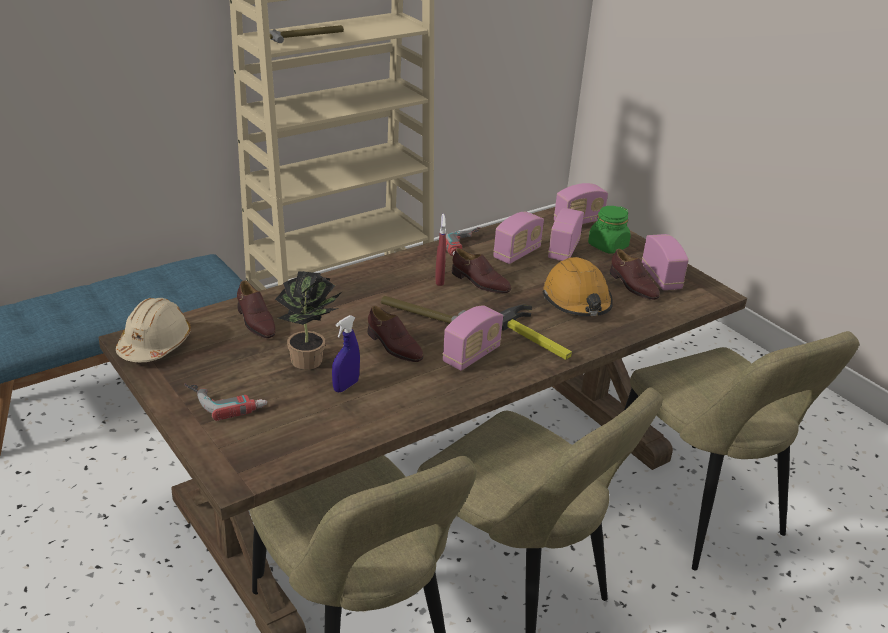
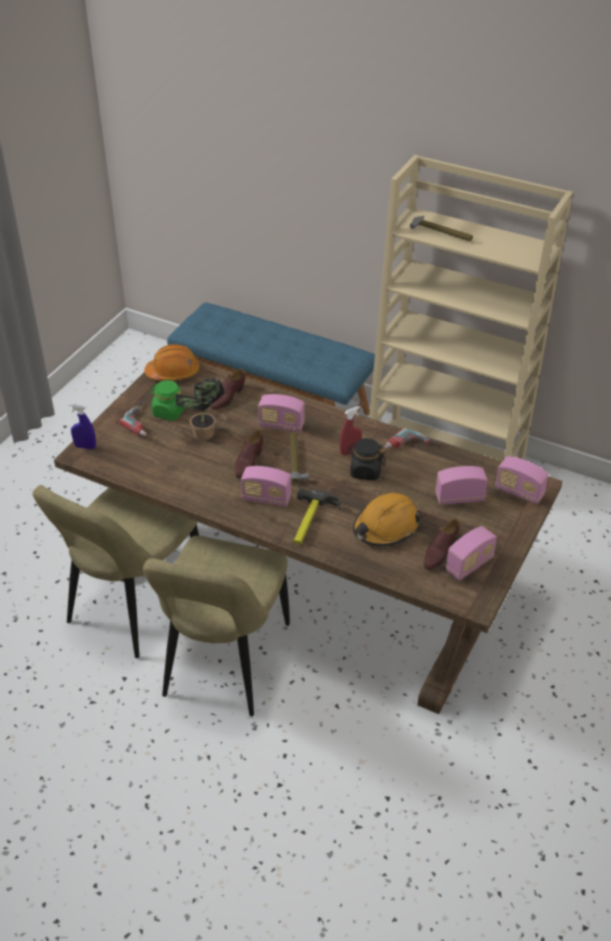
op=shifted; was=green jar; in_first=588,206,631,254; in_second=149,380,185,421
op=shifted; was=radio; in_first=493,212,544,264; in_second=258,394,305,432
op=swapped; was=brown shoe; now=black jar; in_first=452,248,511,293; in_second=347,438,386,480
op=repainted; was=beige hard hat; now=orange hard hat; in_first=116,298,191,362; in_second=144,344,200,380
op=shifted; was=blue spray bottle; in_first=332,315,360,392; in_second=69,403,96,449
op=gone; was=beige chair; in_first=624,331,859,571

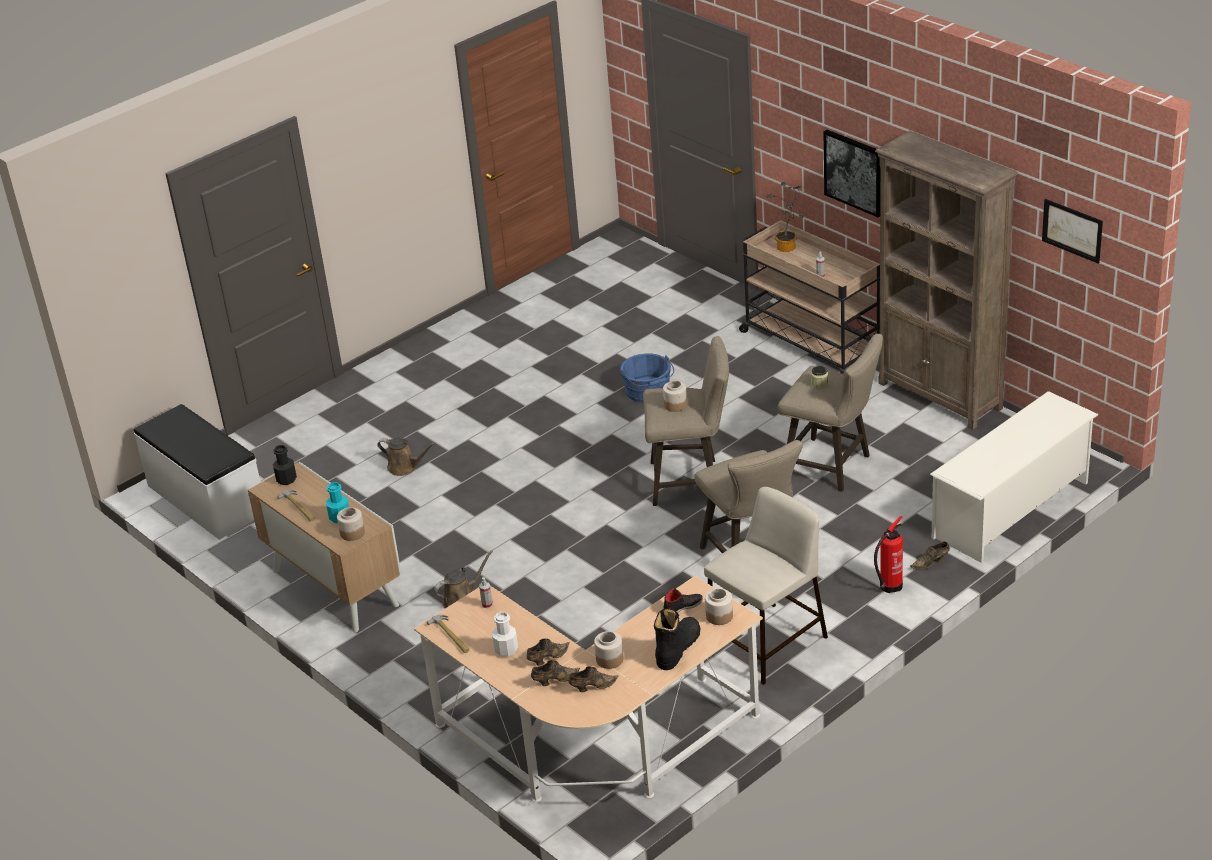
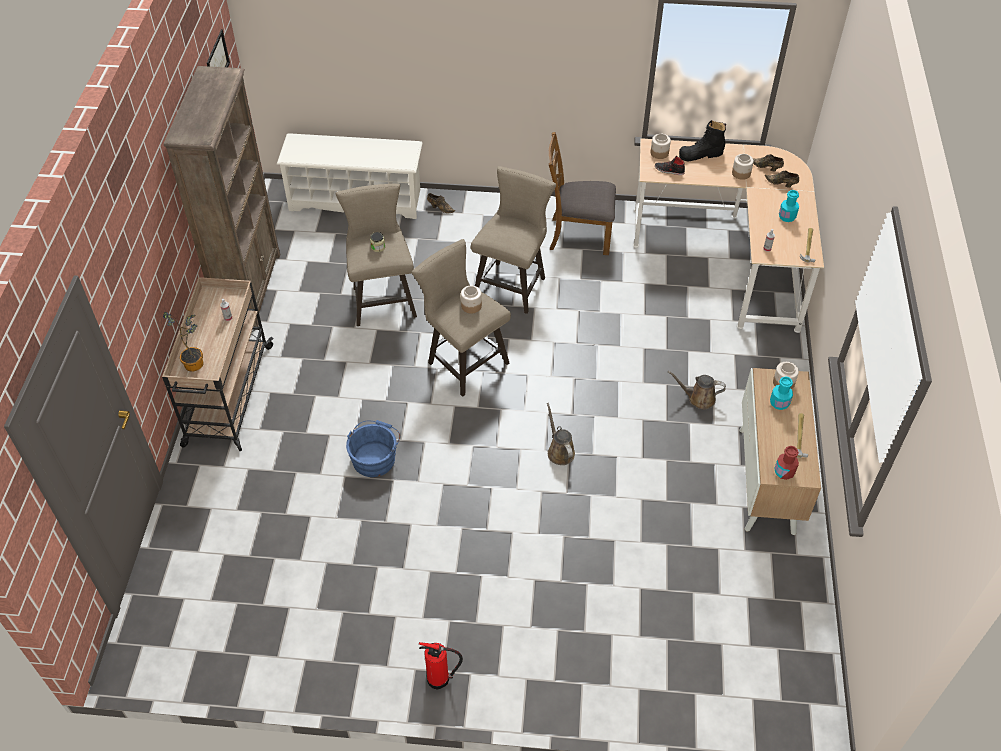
op=gone; was=picture; in_first=823,130,880,218
op=gone; was=white bench; in_first=134,404,261,540
op=shifted; was=brown watering can; in_first=377,437,436,476; in_second=547,403,575,465
op=repainted; was=black bottle; now=red bottle; in_first=273,445,297,485; in_second=774,446,799,480
op=swapped; was=beige stool; now=brown chair; in_first=704,487,828,685; in_second=549,132,616,255
op=shifted; was=fire extinguisher; in_first=874,516,903,593; in_second=419,642,463,689
op=repainted; was=white bottle; now=turquoise bottle; in_first=492,612,518,657; in_second=779,190,799,222
op=gone; was=brown shoe; in_first=527,638,570,666

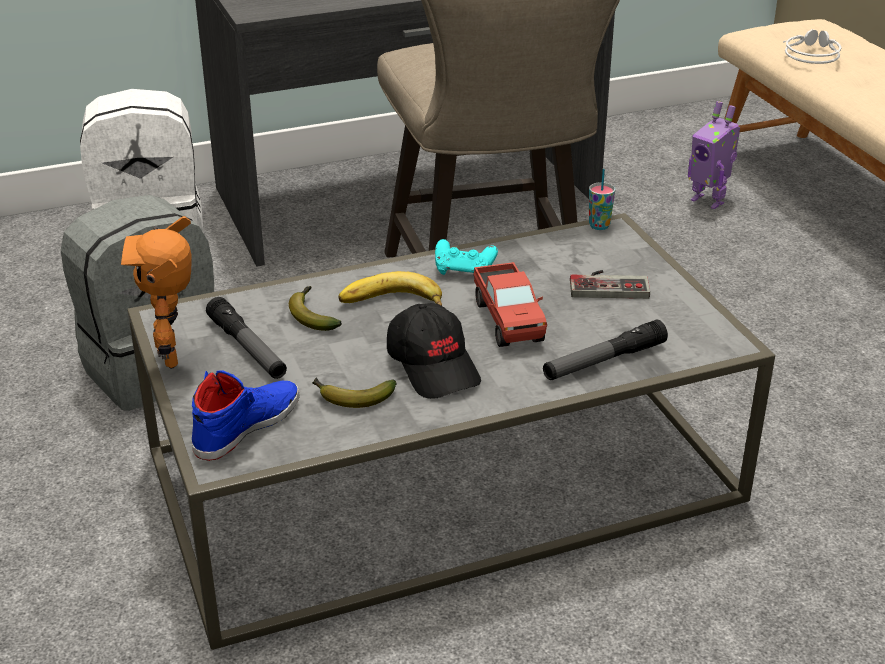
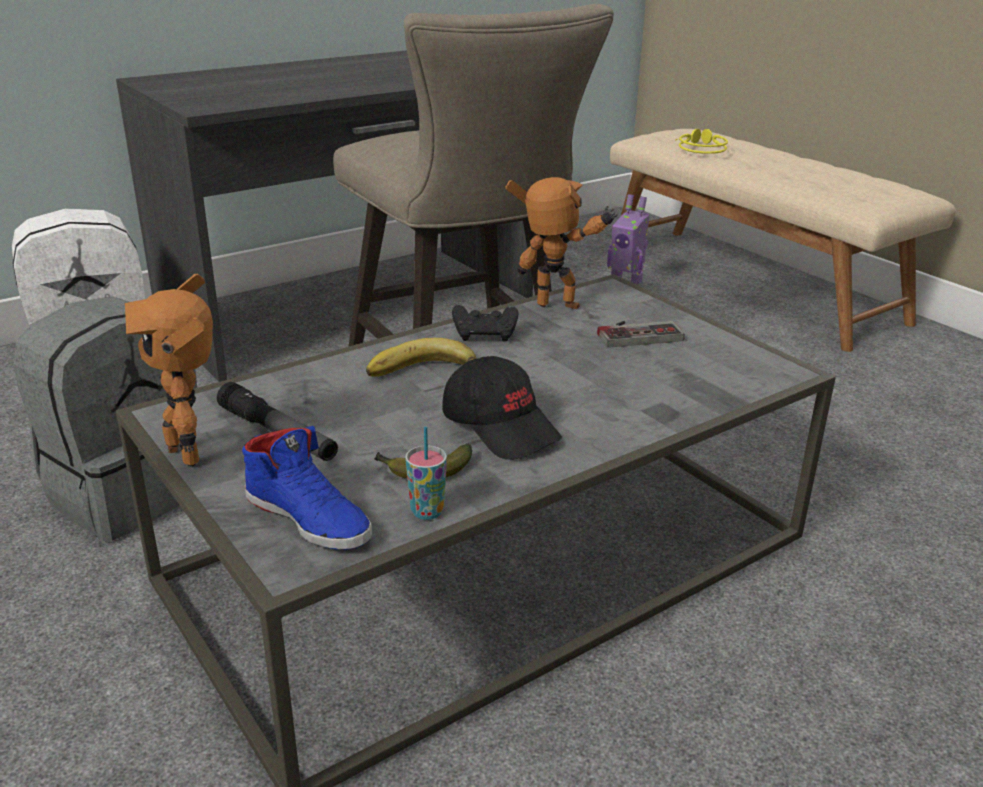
op=repainted; was=grey headphones; now=yellow headphones; in_first=783,29,842,64; in_second=675,129,728,154
op=shifted; was=cup; in_first=589,169,615,230; in_second=405,427,447,520
op=repainted; was=turquoise game controller; now=black game controller; in_first=435,239,498,275; in_second=452,305,518,342
op=gone; was=toy truck; in_first=473,262,547,347
op=gone; was=banana; in_first=289,286,342,331
op=gone; was=flashlight; in_first=543,320,668,380
op=rotated; was=blue shoe; in_first=192,370,300,461; in_second=242,426,372,550; clockwise=105
op=new; now=toy robot; in_second=505,177,618,309

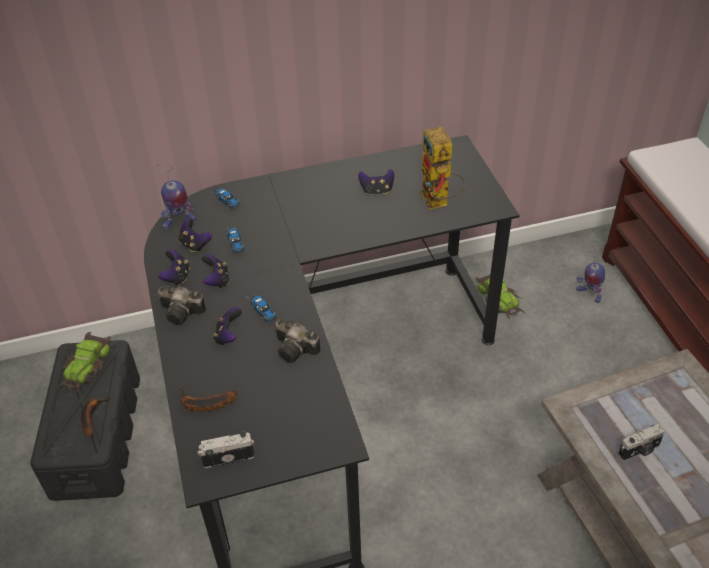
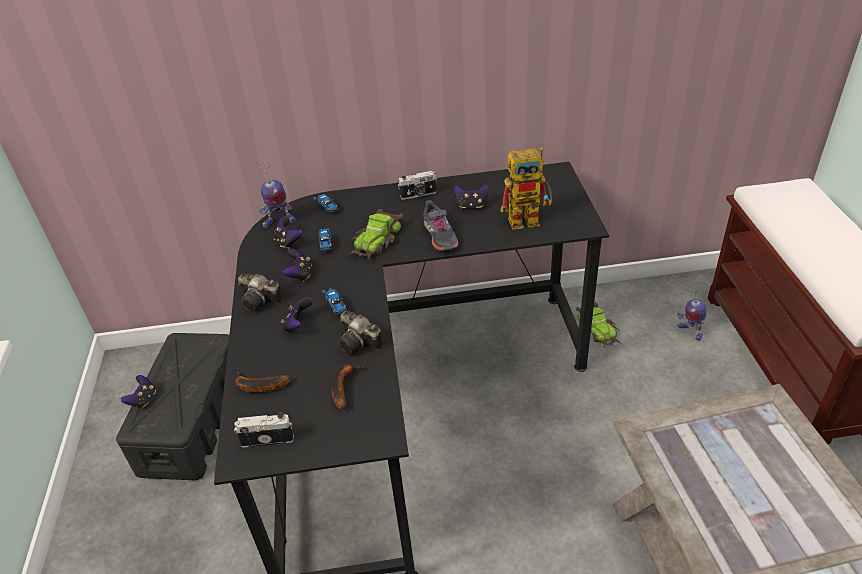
op=rotated; was=toy robot; in_first=419,127,465,210; in_second=500,147,552,230; clockwise=-90
op=shifted; was=game controller; in_first=158,250,190,286; in_second=121,375,156,409
op=shifted; was=toy car; in_first=57,332,111,393; in_second=348,209,403,261
op=shifted; was=banana; in_first=81,397,109,437; in_second=331,364,366,409
op=shifted; was=photo camera; in_first=618,424,665,461; in_second=398,171,437,200
op=new; now=grey shoe; in_second=423,200,458,251

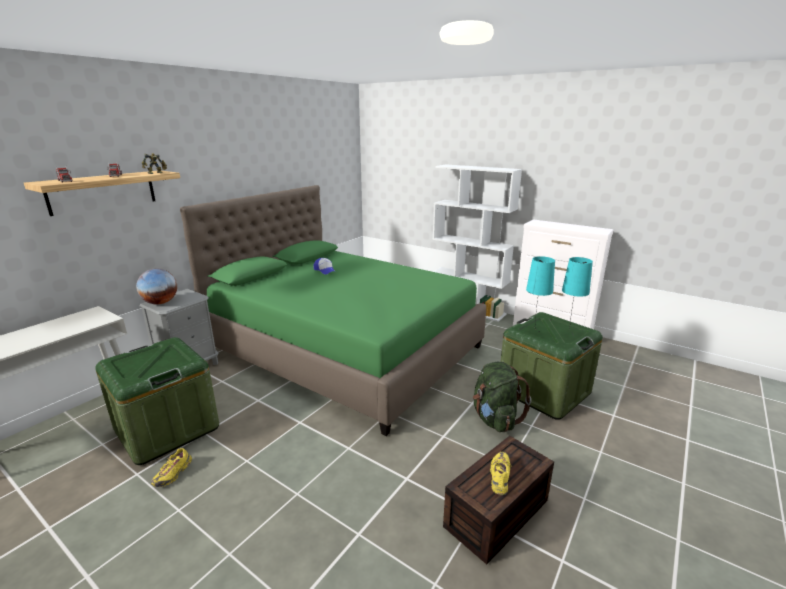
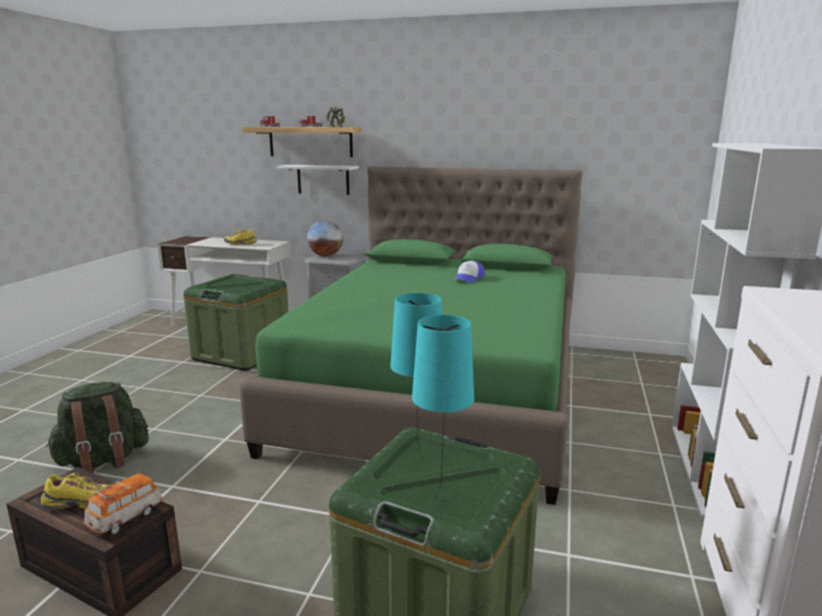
op=shifted; was=green backpack; in_first=473,362,531,432; in_second=46,382,149,473
op=shifted; was=yellow shoe; in_first=151,448,192,487; in_second=224,229,257,245
op=new; now=white shelf; in_second=276,165,359,195
op=new; now=toy car; in_second=84,473,162,536

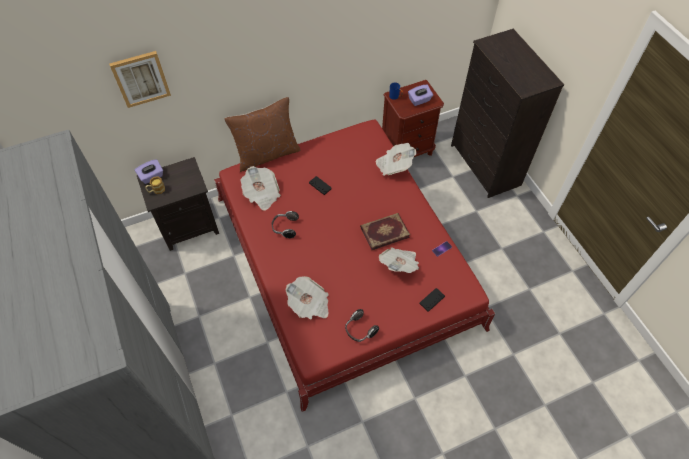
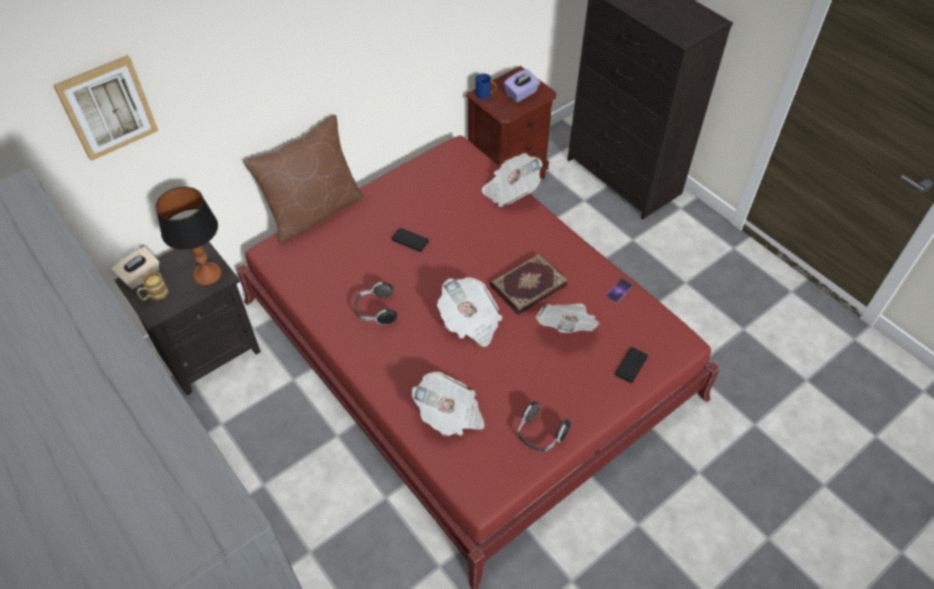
op=repainted; was=purple tissue box; now=beige tissue box; in_first=135,159,163,184; in_second=111,247,159,289
op=shifted; was=newspaper; in_first=240,166,281,211; in_second=437,277,503,347
op=new; now=table lamp; in_second=156,187,222,285

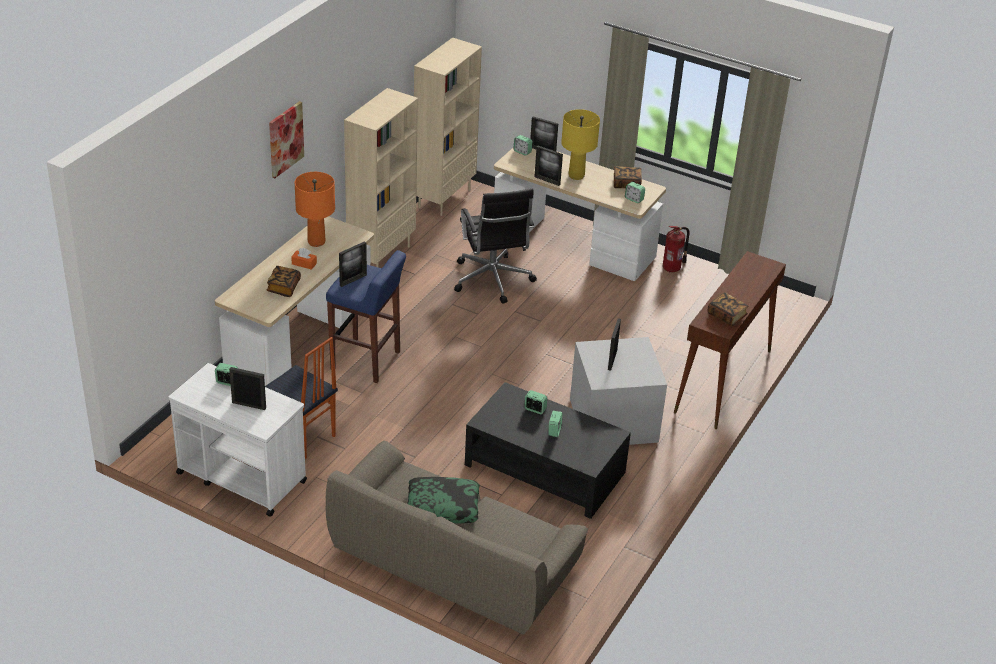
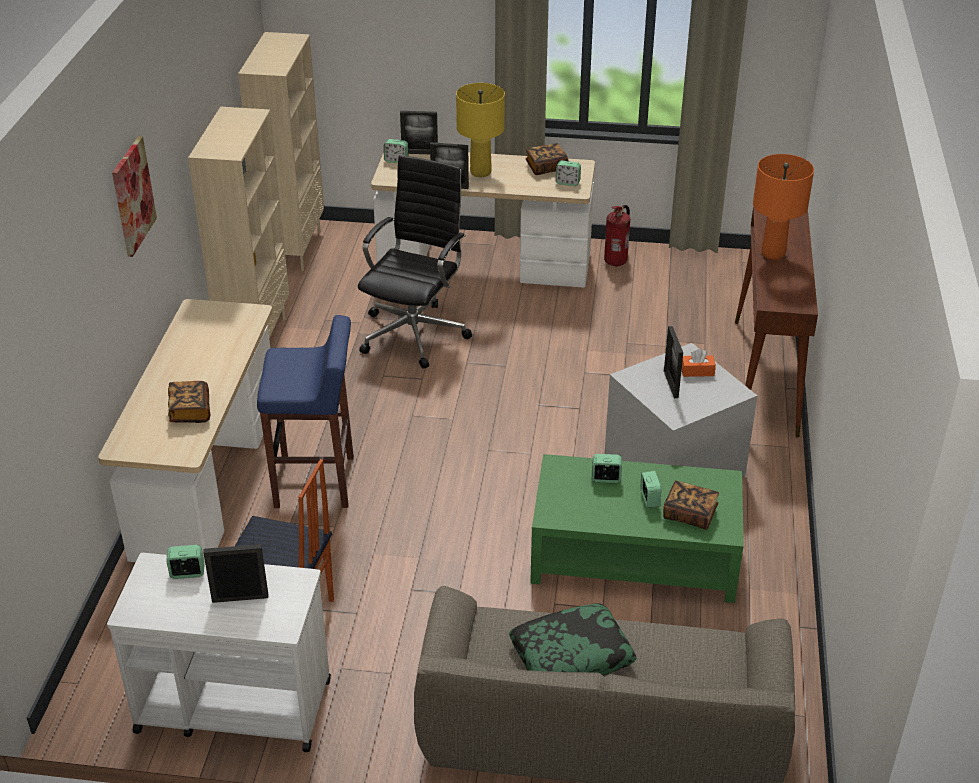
op=shifted; was=orange table lamp; in_first=295,172,335,247; in_second=753,154,814,260
op=rotated; was=black office chair; in_first=454,188,537,303; in_second=358,155,472,368; clockwise=-120
op=gone; was=picture frame; in_first=339,241,367,287
op=shifted; was=orange tissue box; in_first=291,248,317,270; in_second=682,349,716,377
op=shifted; was=book; in_first=708,292,748,326; in_second=663,480,719,530
op=repainted; was=black coffee table; now=green coffee table; in_first=465,382,631,519; in_second=530,454,744,603

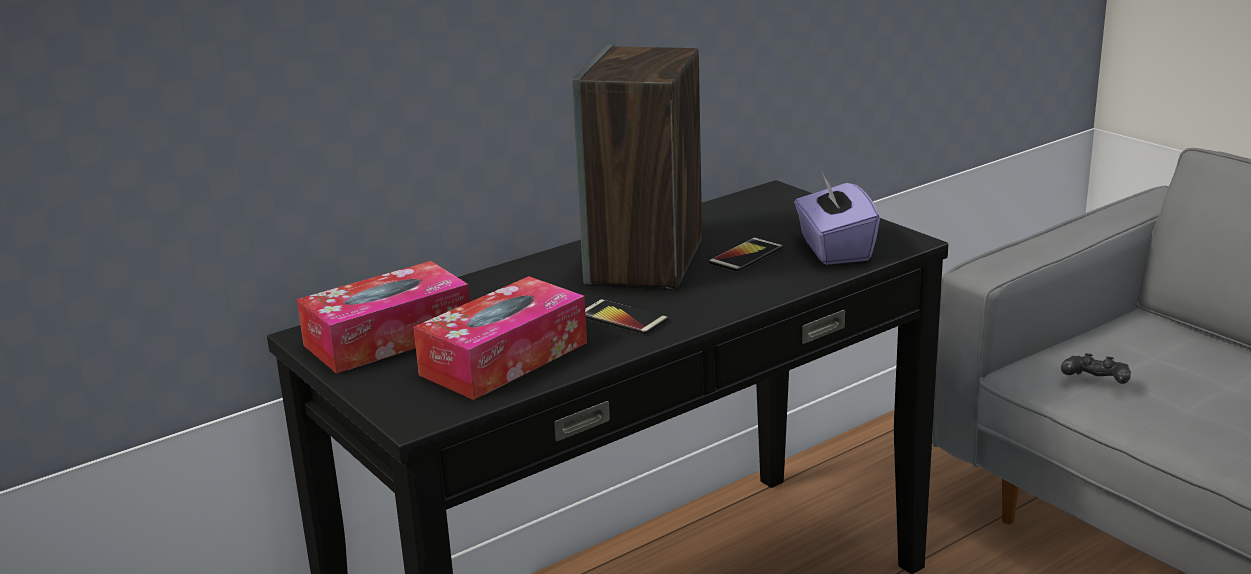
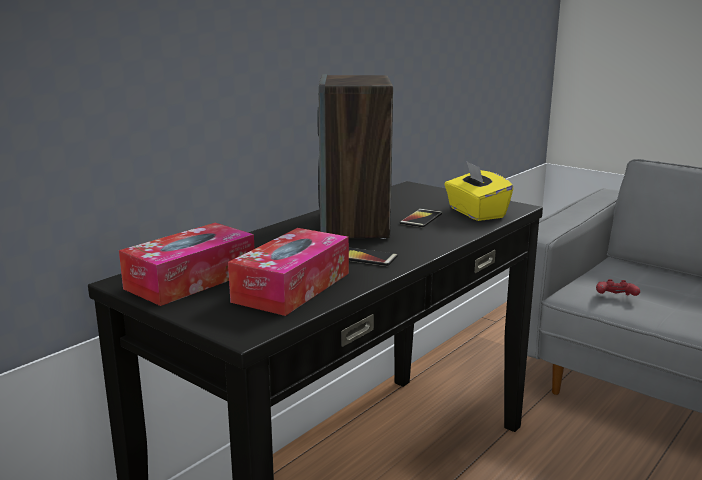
op=repainted; was=purple tissue box; now=yellow tissue box; in_first=795,173,880,265; in_second=444,161,514,221
op=repainted; was=black game controller; now=red game controller; in_first=1061,353,1131,384; in_second=596,279,640,296

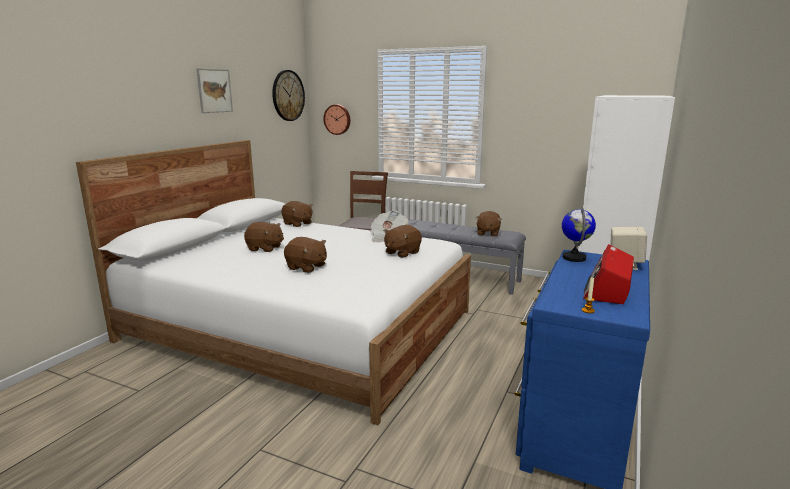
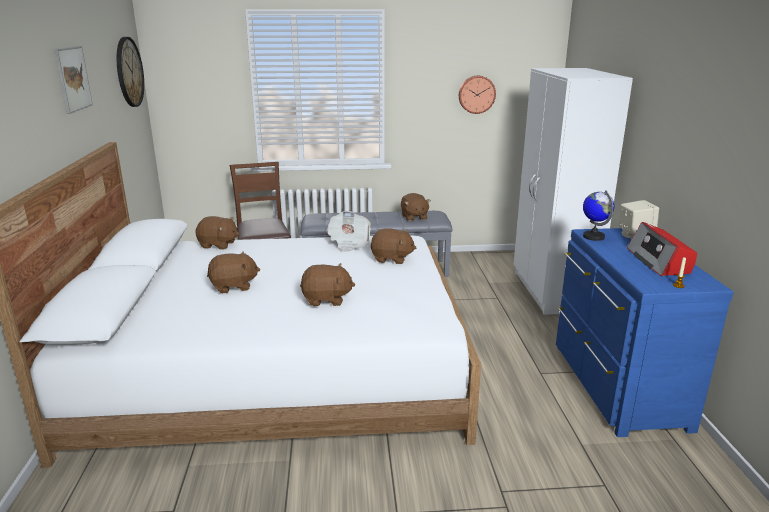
op=shifted; was=wall clock; in_first=323,105,350,135; in_second=459,76,496,114
op=rotated; was=brown plush toy; in_first=384,225,422,258; in_second=371,228,417,264; clockwise=-90

